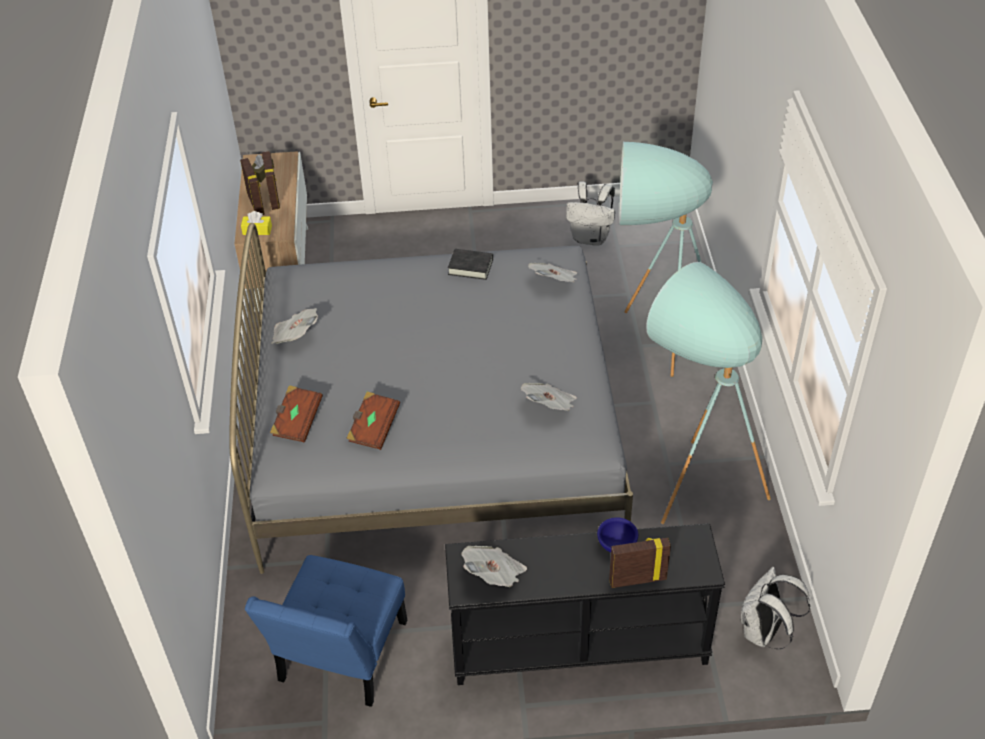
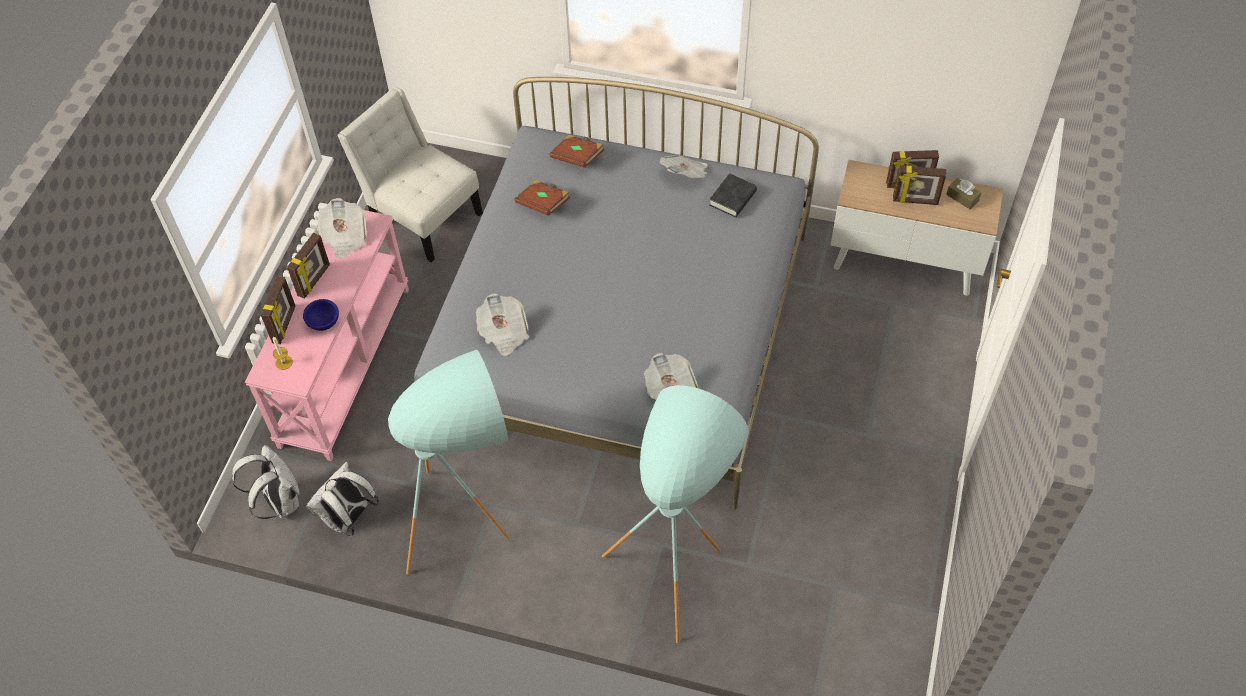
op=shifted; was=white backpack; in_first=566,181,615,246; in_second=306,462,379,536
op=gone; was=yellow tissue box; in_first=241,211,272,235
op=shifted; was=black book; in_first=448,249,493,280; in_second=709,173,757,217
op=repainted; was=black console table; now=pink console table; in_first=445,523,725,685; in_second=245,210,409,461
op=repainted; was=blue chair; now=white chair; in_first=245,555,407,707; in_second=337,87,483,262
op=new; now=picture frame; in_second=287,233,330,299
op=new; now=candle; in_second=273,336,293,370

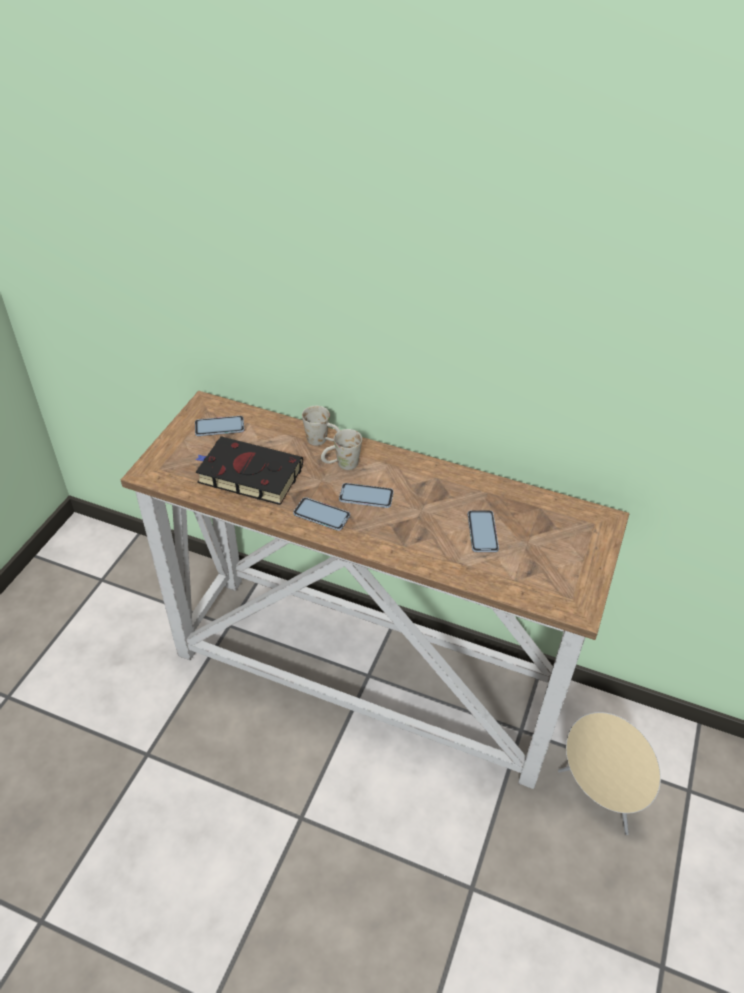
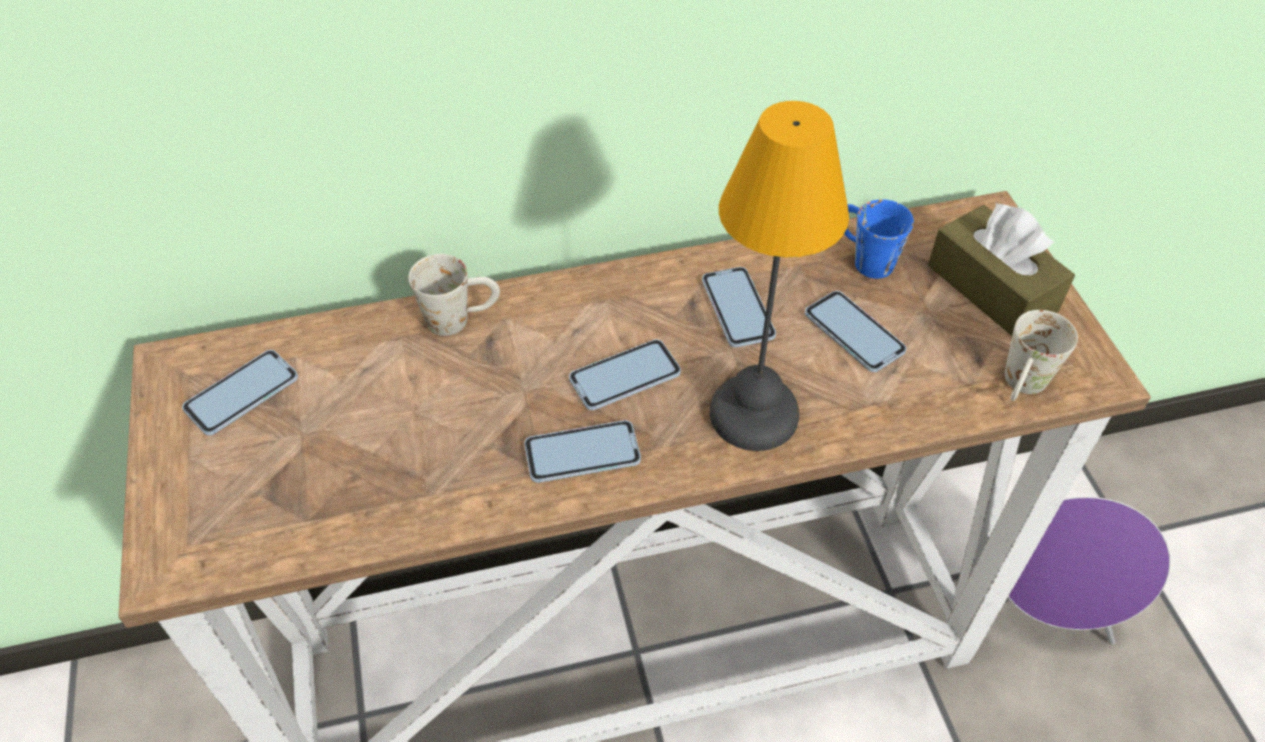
op=shifted; was=white mug; in_first=321,429,362,470; in_second=1005,310,1078,401
op=gone; was=black book; in_first=195,436,303,505
op=repainted; was=beige speaker; now=purple speaker; in_first=558,712,661,835; in_second=1005,497,1171,645
op=new; now=table lamp; in_second=710,101,849,451
op=new; now=blue mug; in_second=844,199,914,279
op=new; now=brown tissue box; in_second=928,203,1075,336
op=new; now=phone; in_second=702,267,776,347

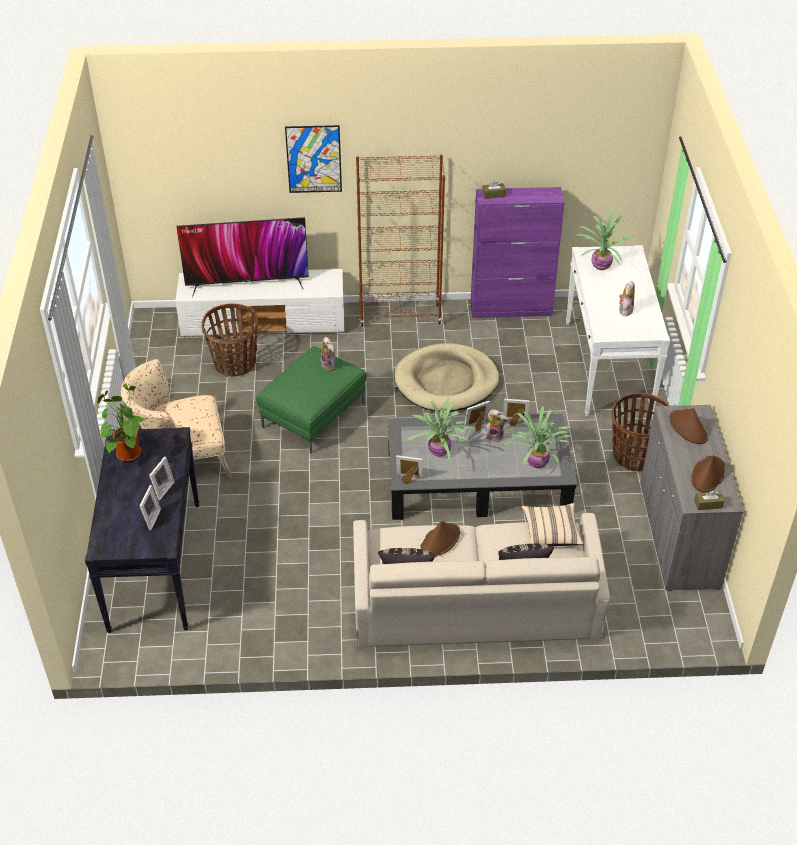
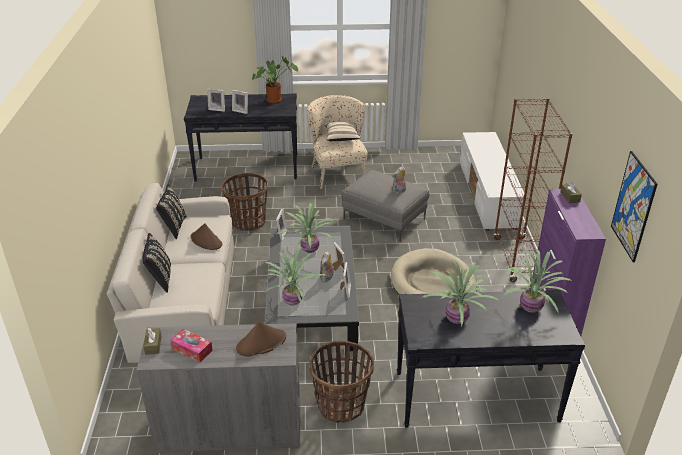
op=shifted; was=picture; in_first=285,125,342,193; in_second=611,151,657,263
op=gone; was=television; in_first=177,217,309,297
op=repainted; was=white console table; now=black console table; in_first=566,245,670,416; in_second=397,290,585,428
op=swapped; was=plush toy; now=potted plant; in_first=619,281,635,316; in_second=421,260,500,327
op=shifted; was=basket; in_first=201,304,259,377; in_second=222,173,268,231
op=repainted; was=green ottoman; now=grey ottoman; in_first=256,346,367,454; in_second=341,170,429,242
op=swapped; was=brown hat; now=tissue box; in_first=691,455,725,492; in_second=170,329,213,362
op=shifted; was=beige pillow; in_first=521,503,583,546; in_second=325,122,361,142

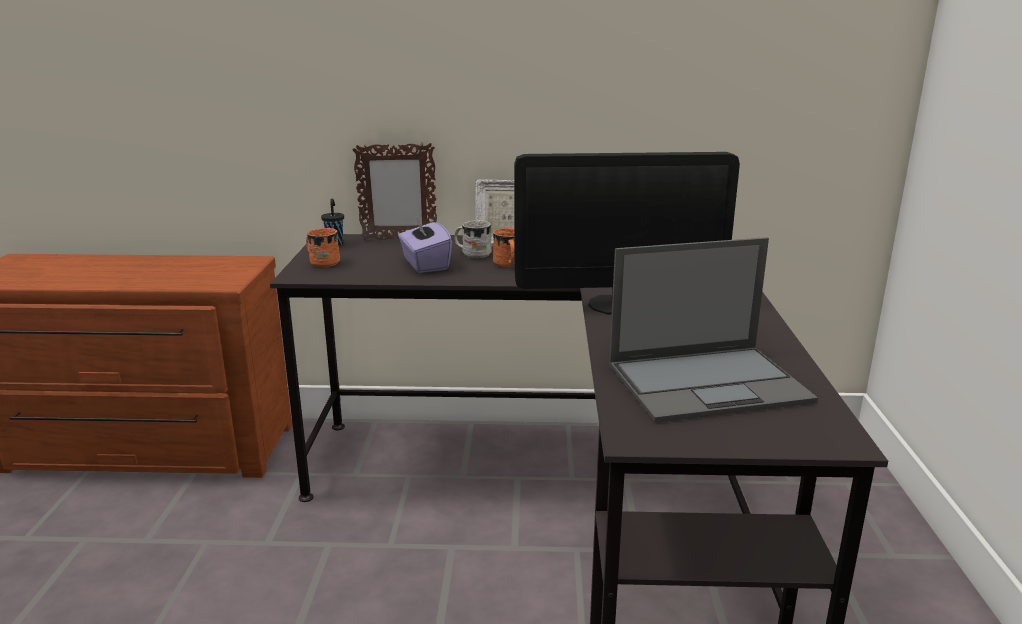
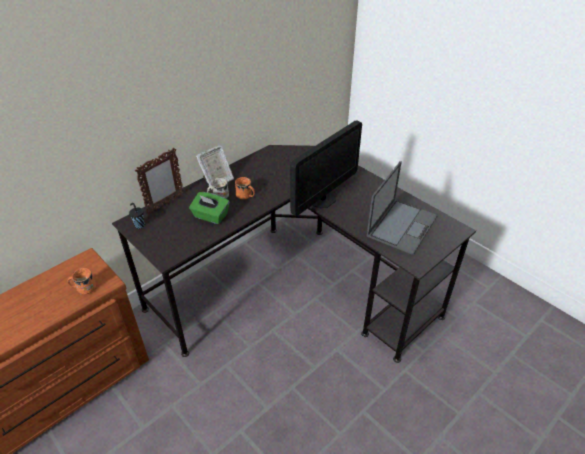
op=repainted; was=purple tissue box; now=green tissue box; in_first=398,216,452,273; in_second=189,192,230,224
op=shifted; was=orange mug; in_first=306,228,340,267; in_second=68,268,96,294

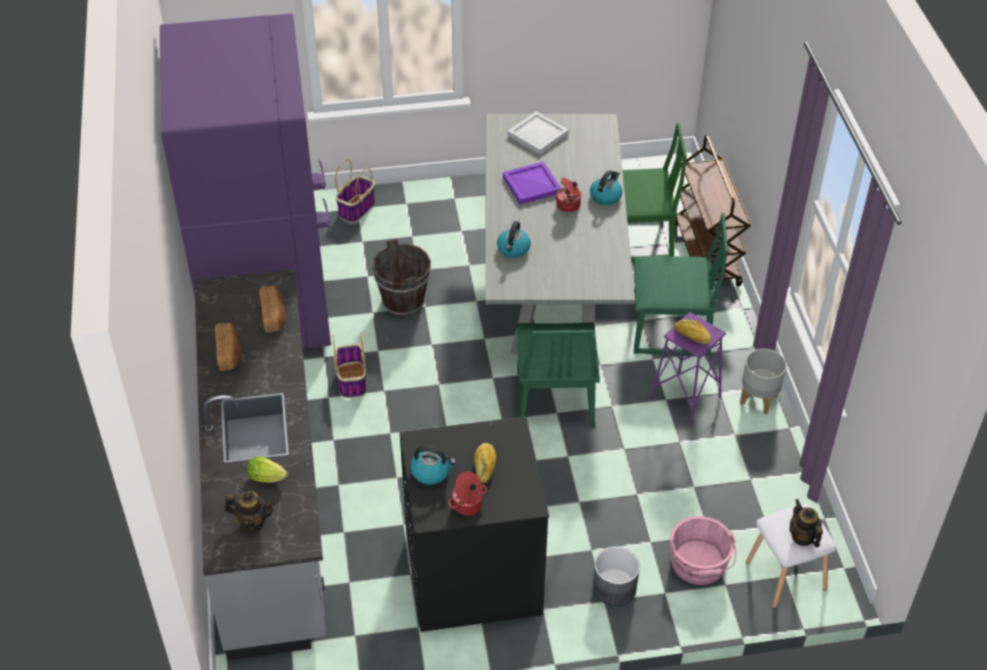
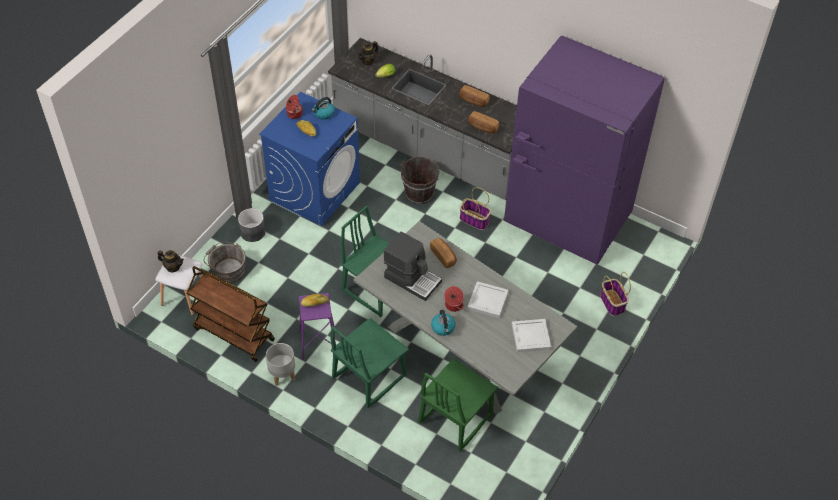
op=shifted; was=brown cart; in_first=675,135,751,286; in_second=186,266,275,362
op=repainted; was=purple tray; now=white tray; in_first=503,162,562,204; in_second=467,281,509,318
op=swapped; was=kettle; now=bread; in_first=497,221,531,258; in_second=430,238,457,268
op=shifted; was=brown bucket; in_first=372,238,431,316; in_second=400,157,440,204
op=repainted; was=black washing machine; now=blue washing machine; in_first=400,417,549,632; in_second=259,92,360,226
op=repainted; was=pink bucket; now=grey bucket; in_first=670,516,736,585; in_second=204,241,246,284
op=new; now=coffee machine; in_second=384,231,442,301

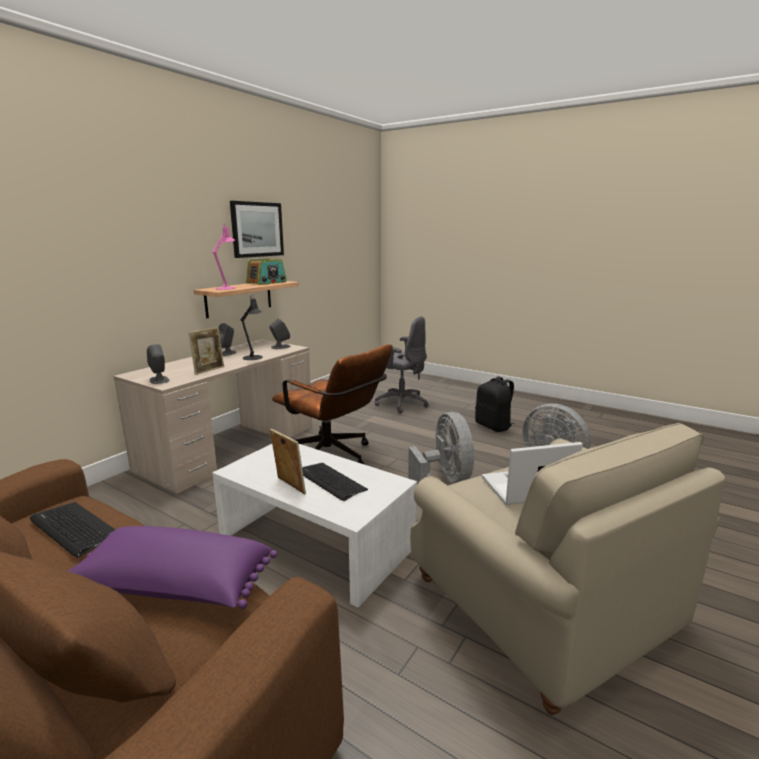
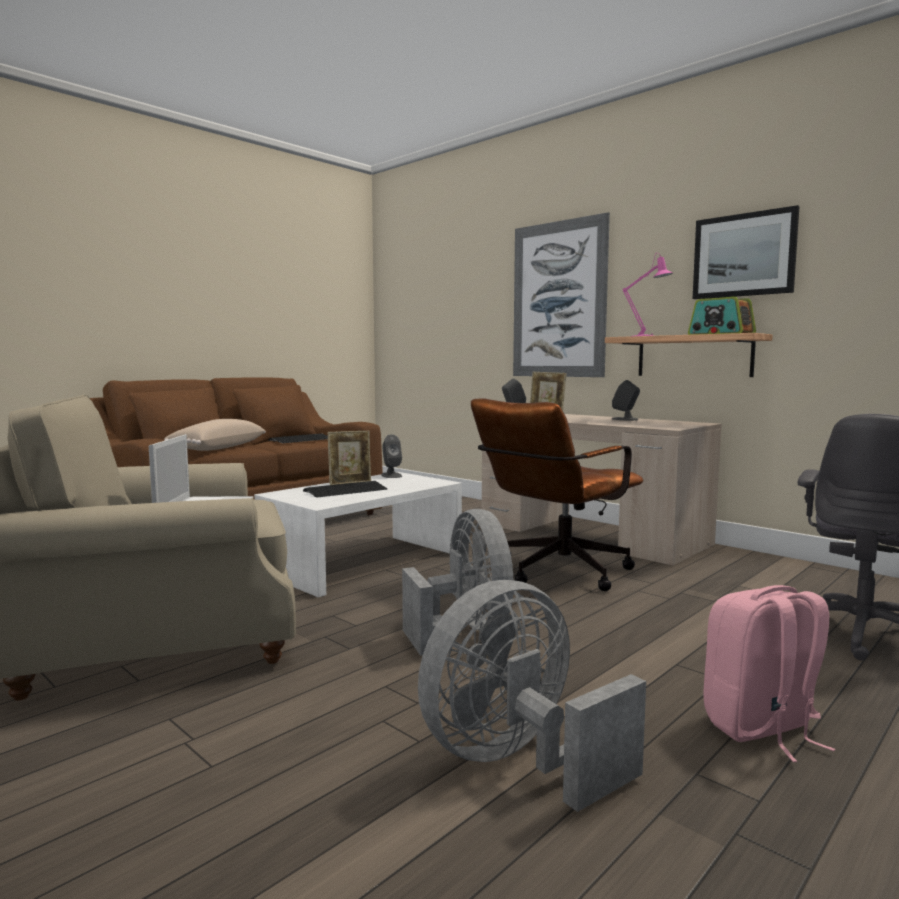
op=gone; was=black table lamp; in_first=240,296,263,360
op=shifted; was=grey speaker; in_first=269,318,291,349; in_second=381,435,402,478
op=repainted; was=black backpack; now=pink backpack; in_first=475,376,514,432; in_second=703,585,835,762
op=rotated; was=grey fan; in_first=408,412,474,484; in_second=402,509,513,656; clockwise=-105
op=repainted; was=purple pillow; now=beige pillow; in_first=68,526,278,609; in_second=164,419,266,451
op=new; now=picture; in_second=513,212,610,377

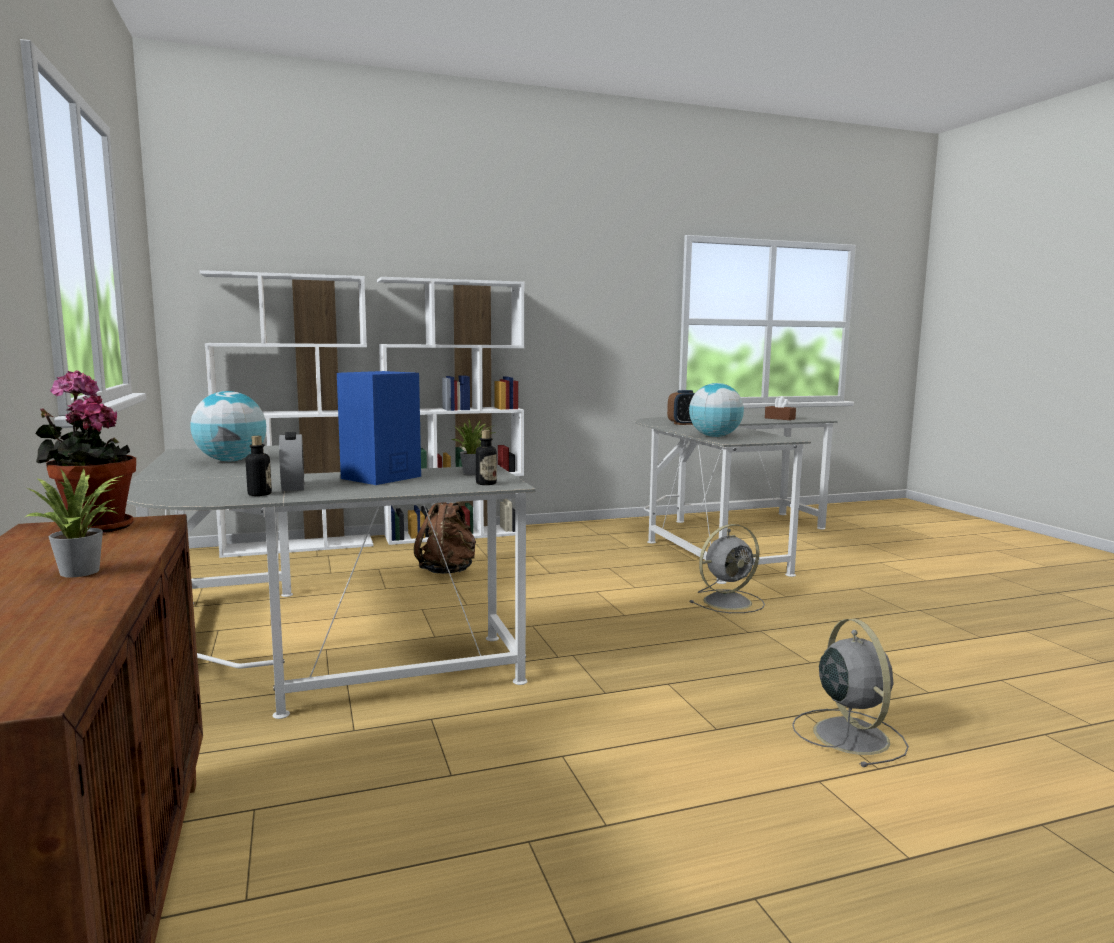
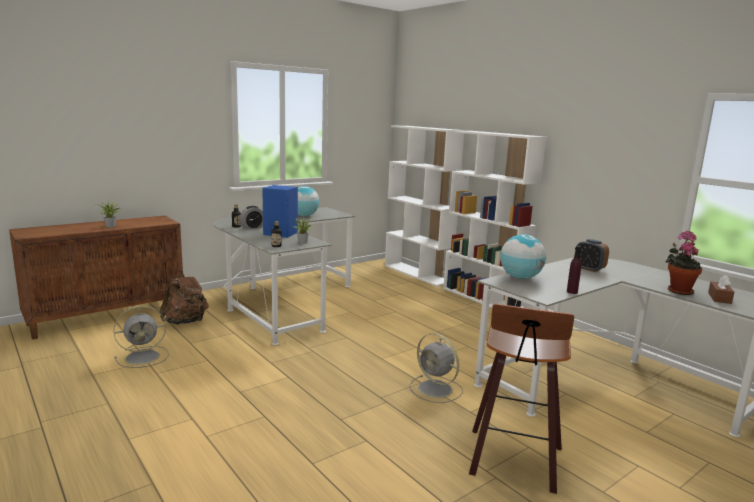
op=shifted; was=potted plant; in_first=35,370,136,533; in_second=665,231,702,295
op=shifted; was=brown backpack; in_first=414,502,476,574; in_second=160,271,209,325
op=shifted; was=grey fan; in_first=792,619,909,767; in_second=113,306,169,368
op=new; now=purple bottle; in_second=567,246,582,294
op=new; now=stool; in_second=469,304,574,494

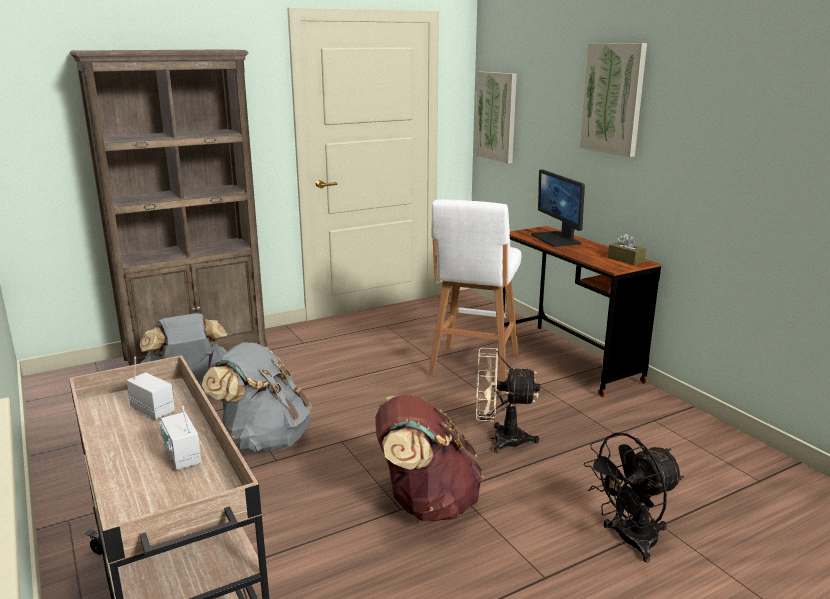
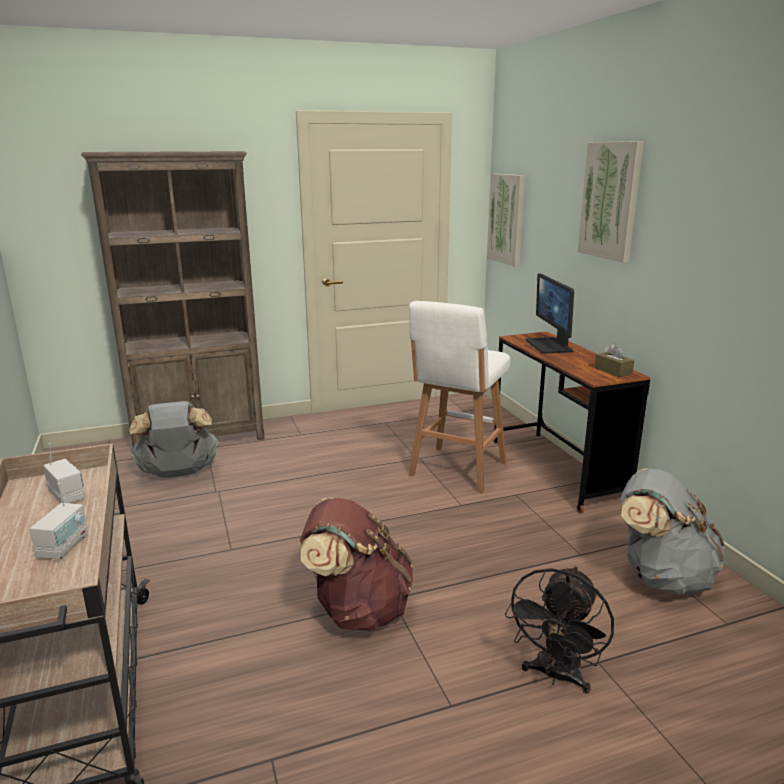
op=shifted; was=grey backpack; in_first=202,342,312,452; in_second=620,468,725,595
op=gone; was=beige fan; in_first=476,348,540,453
op=rotated; was=radio; in_first=160,406,202,470; in_second=29,483,88,559; clockwise=-150
op=rotated; was=black fan; in_first=584,433,684,563; in_second=505,566,614,694; clockwise=-45

